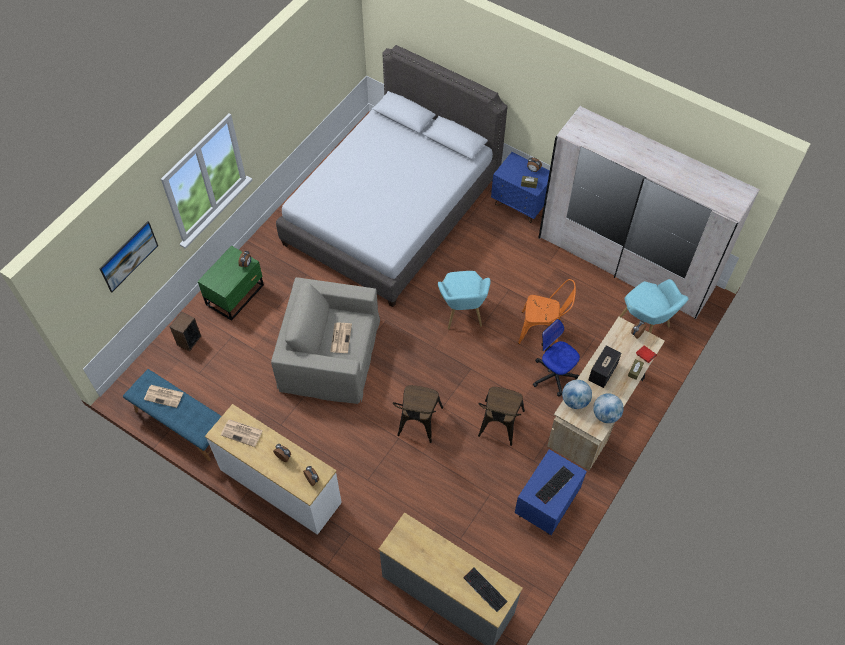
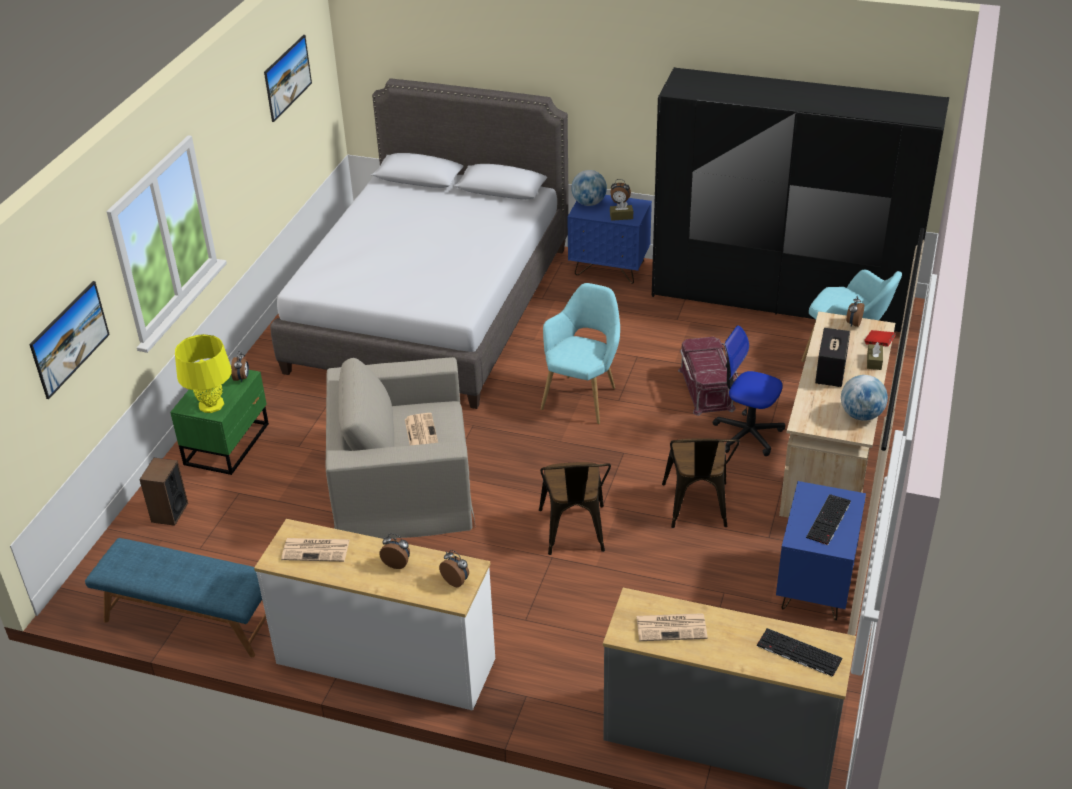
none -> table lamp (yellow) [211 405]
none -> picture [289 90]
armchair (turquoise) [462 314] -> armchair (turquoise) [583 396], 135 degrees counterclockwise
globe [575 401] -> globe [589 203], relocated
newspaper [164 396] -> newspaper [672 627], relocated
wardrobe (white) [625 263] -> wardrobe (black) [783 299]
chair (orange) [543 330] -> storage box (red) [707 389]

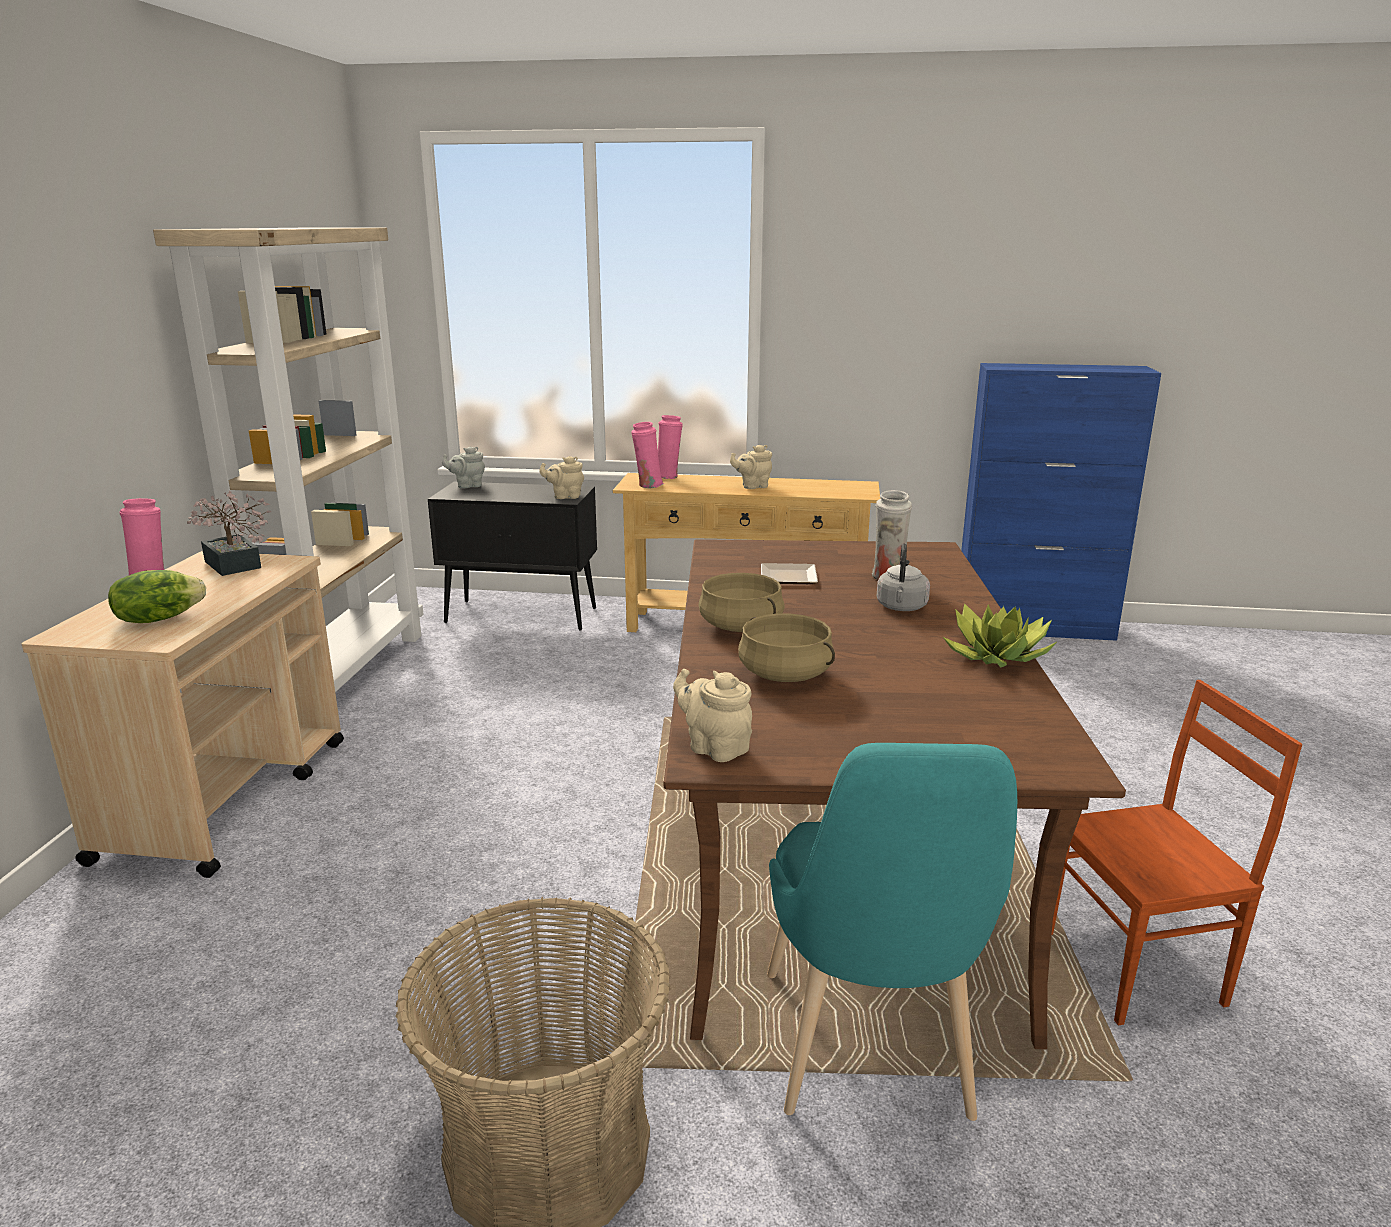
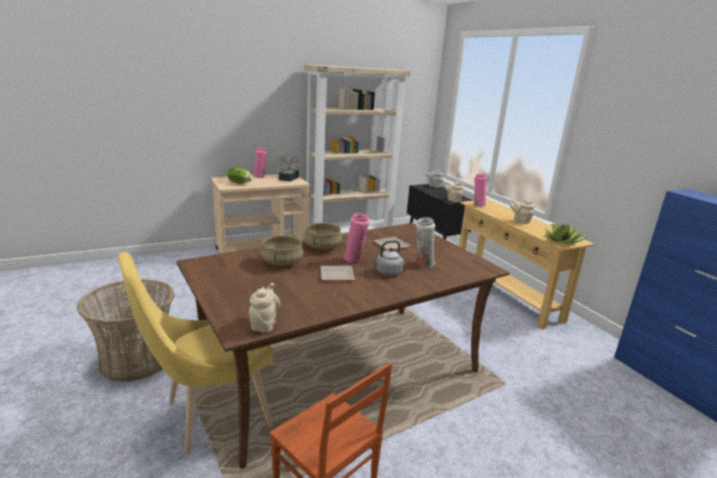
chair (turquoise) [869 1056] -> chair (yellow) [211 416]
teapot (beige) [714 748] -> teapot (beige) [264 324], relocated
none -> plate [338 275]
vase (pink) [668 477] -> vase (pink) [355 259], relocated
potted plant [996 655] -> potted plant [562 241], relocated

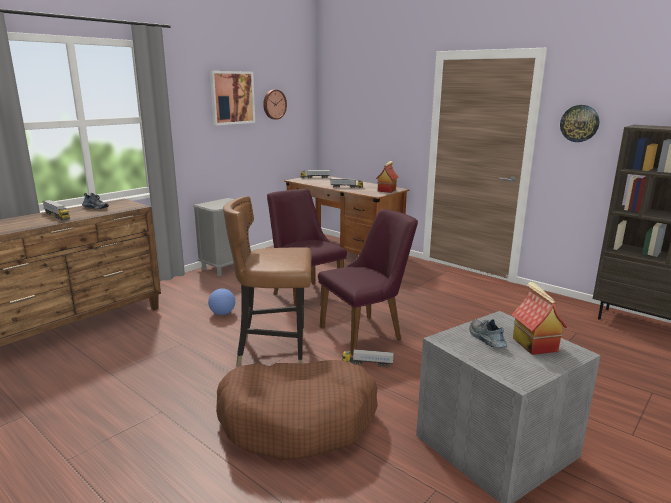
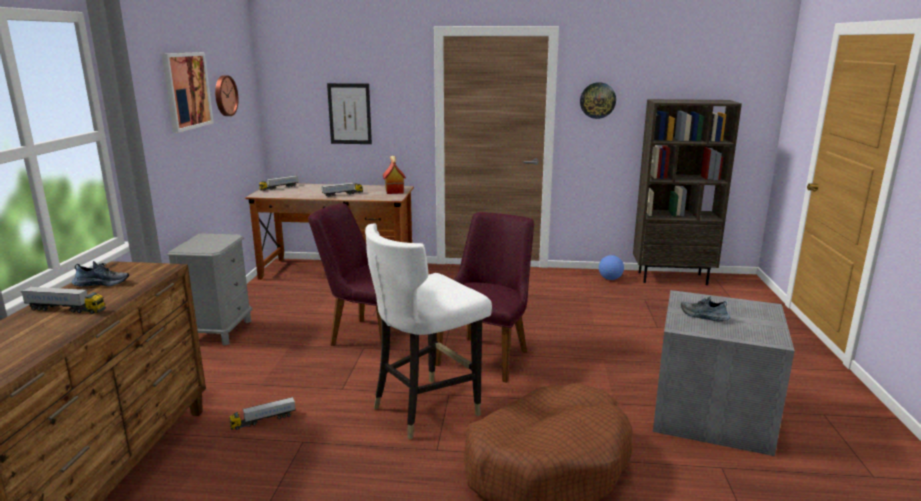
toy truck [367 363] -> toy truck [263 420], relocated
none -> picture [349 114]
chair (brown) [274 351] -> chair (white) [426 408]
football [222 313] -> football [610 279], relocated
toy house [533 344] -> none

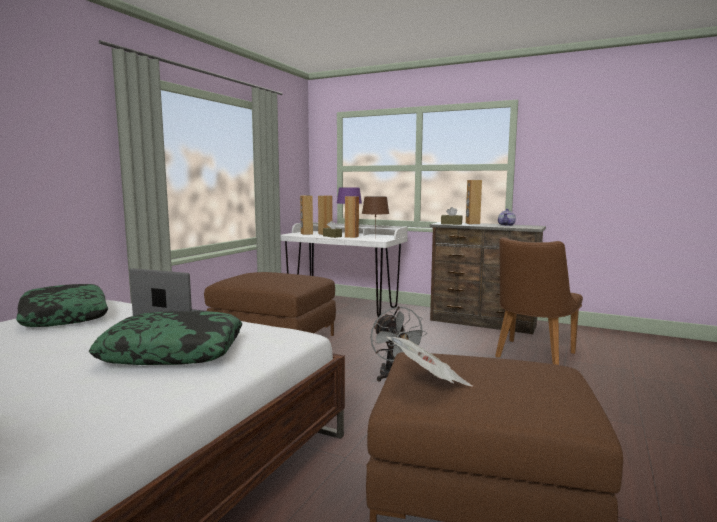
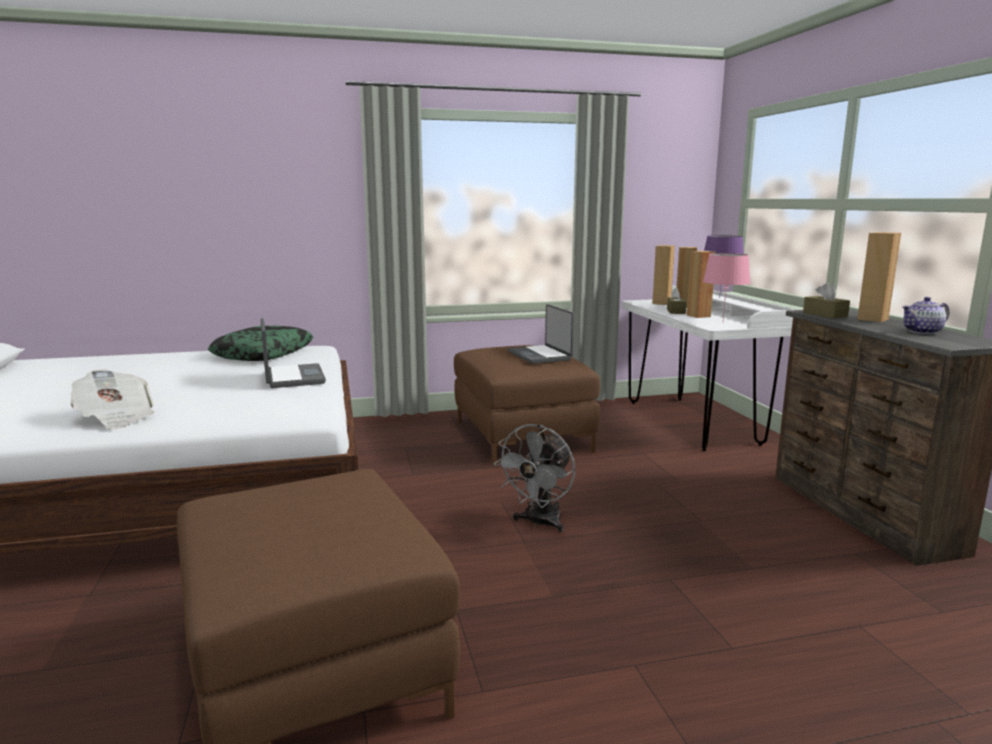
newspaper [429 382] -> newspaper [116 418], relocated
none -> laptop [540 355]
table lamp (brown) [375 238] -> table lamp (pink) [722 322]
pillow [174 351] -> none
chair (brown) [531 356] -> none

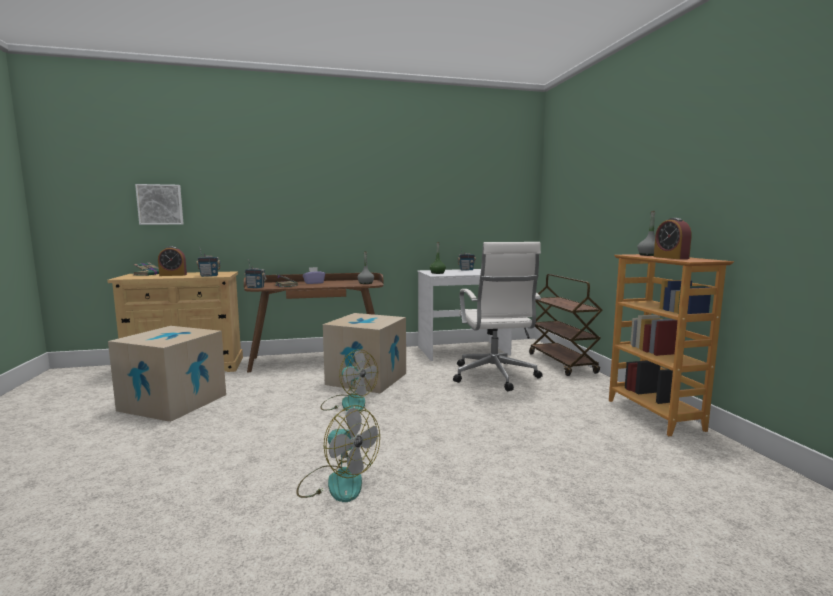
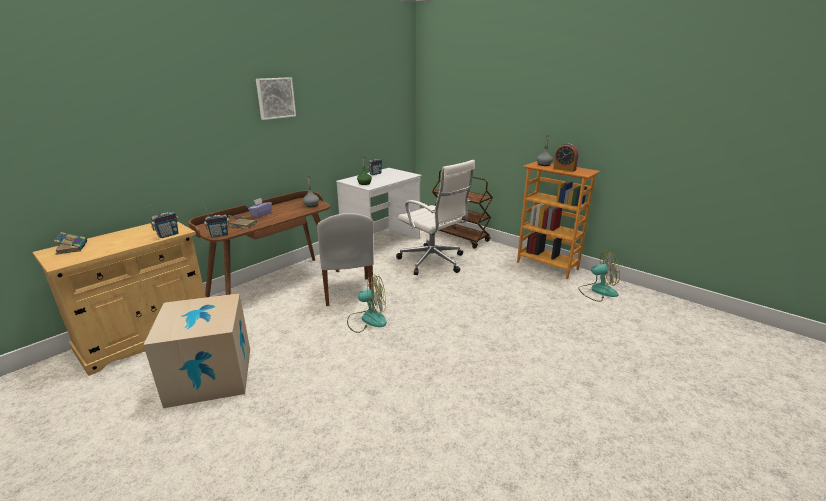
picture [160 204] -> picture [275 98], relocated
cardboard box [366 379] -> chair (white) [348 292]
fan [337 482] -> fan [597 291], relocated
alarm clock [173 275] -> none

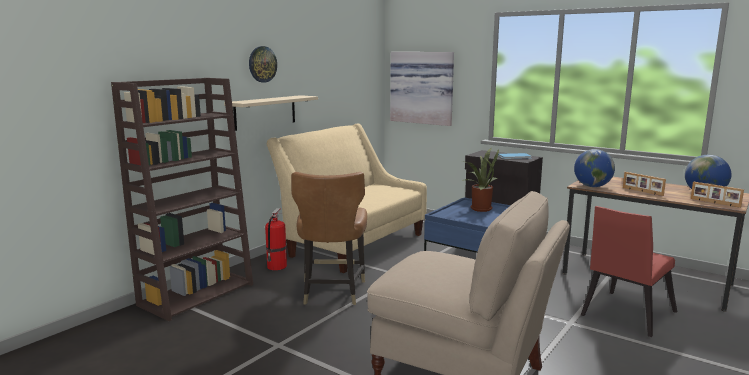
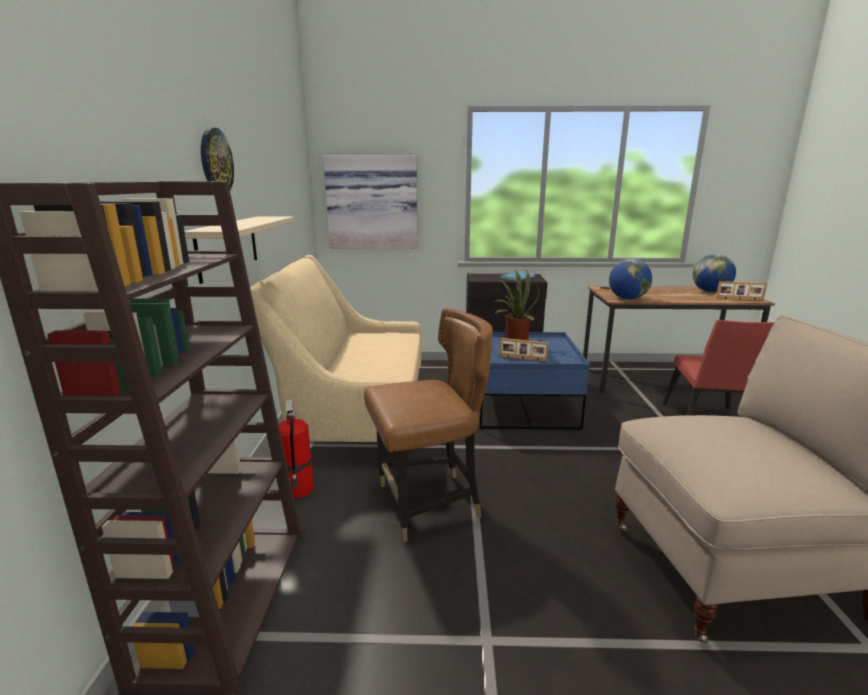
chair (brown) [332 292] -> chair (brown) [428 503], 75 degrees counterclockwise
picture frame [642 191] -> picture frame [522 358], relocated

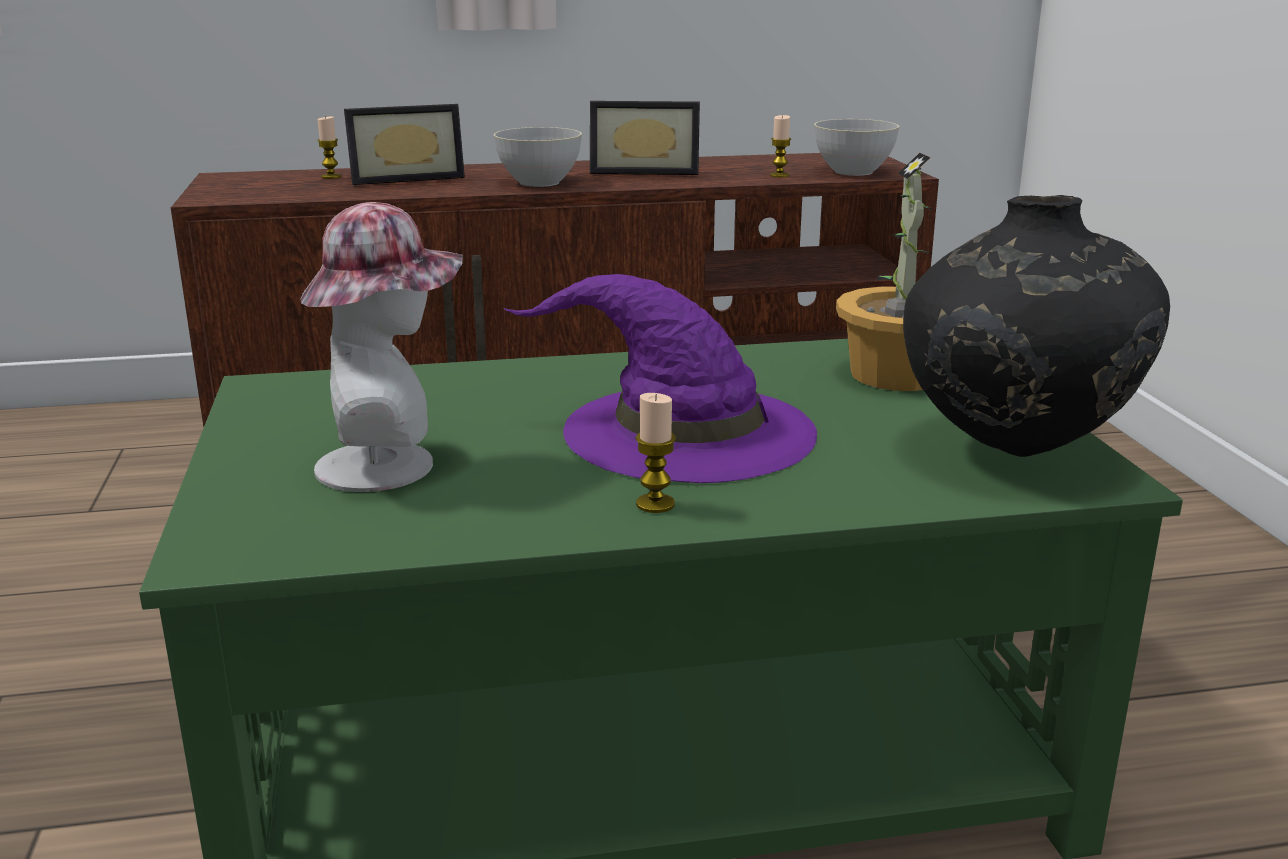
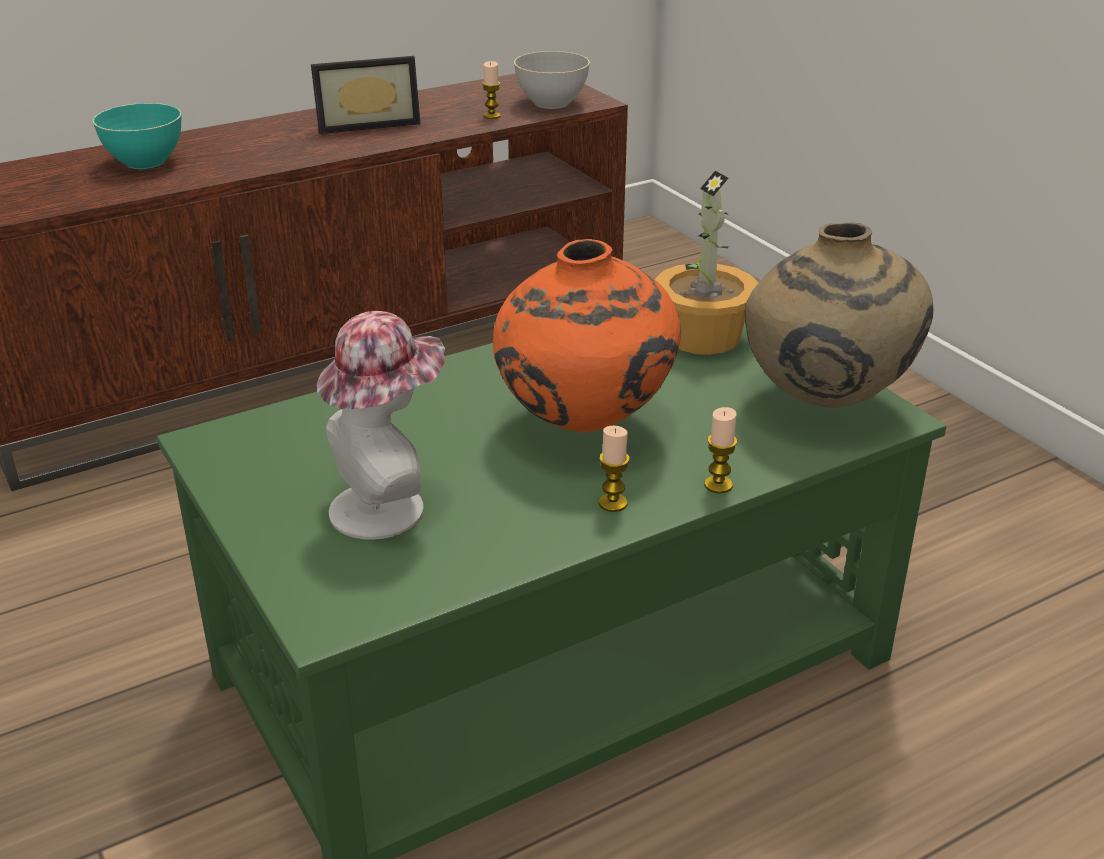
picture frame [406 178] -> bowl (turquoise) [145 162]
hat (purple) [684 431] -> vase (orange) [585 426]
candle [331 176] -> candle [718 485], relocated
vase (black) [1013 453] -> vase (beige) [823 404]
bowl (grey) [539 182] -> none

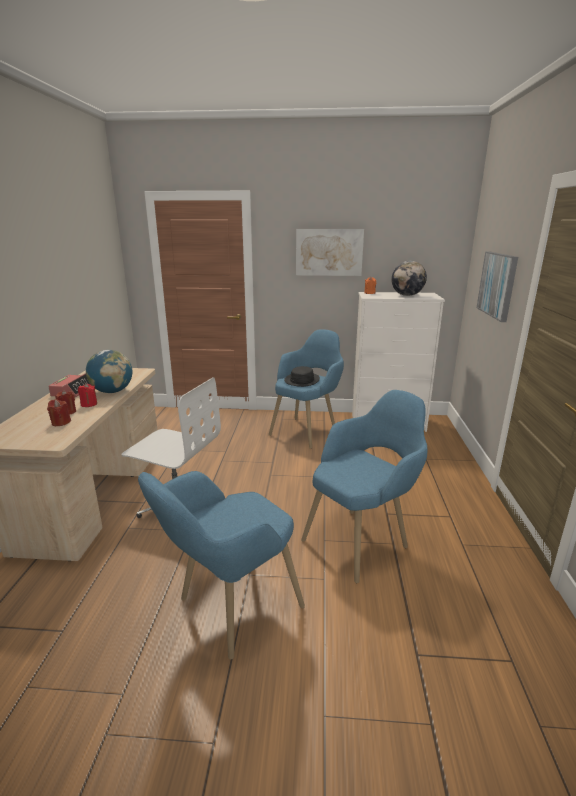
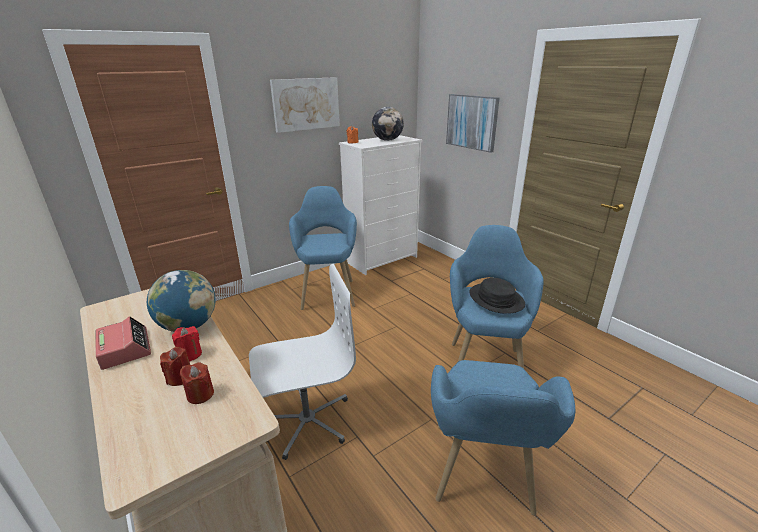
hat (black) [301 380] -> hat (black) [496 299], relocated

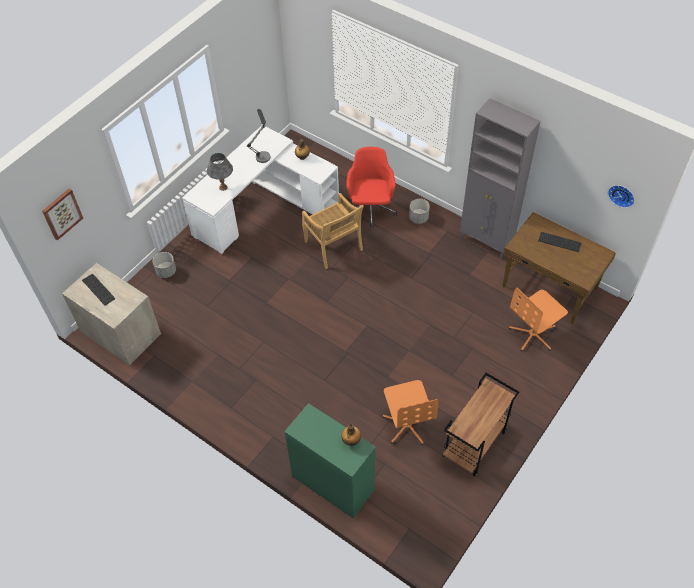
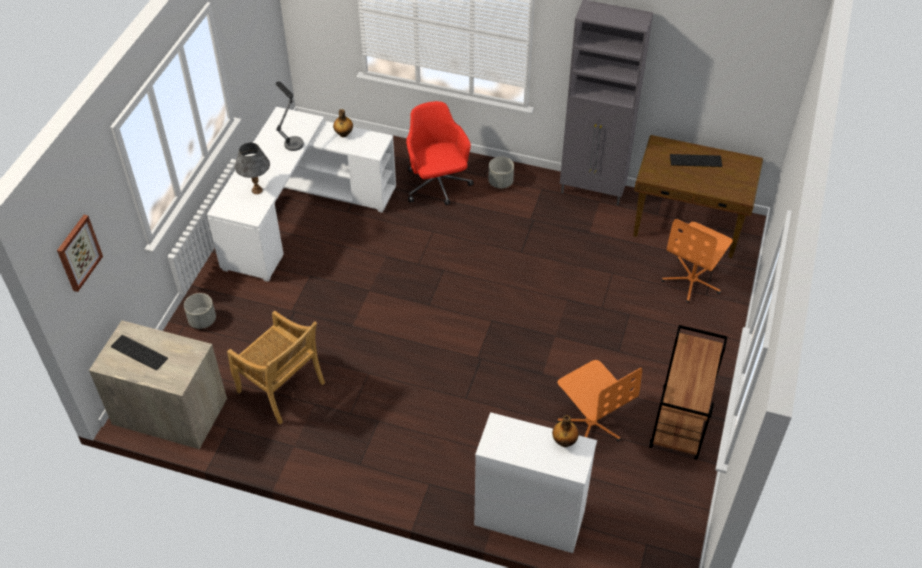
chair (beige) [334 246] -> chair (beige) [282 388], relocated
dresser (green) [333 483] -> dresser (white) [529 518]
wall clock [622 195] -> none

